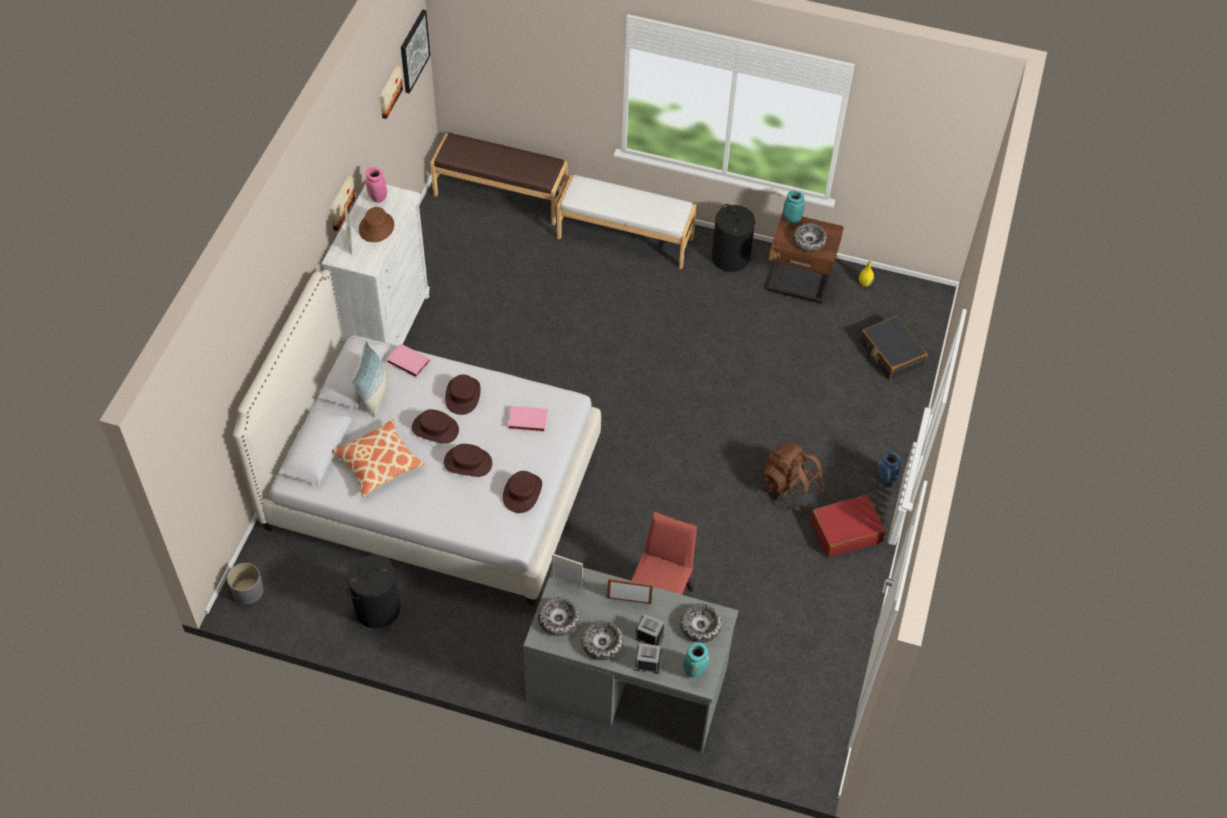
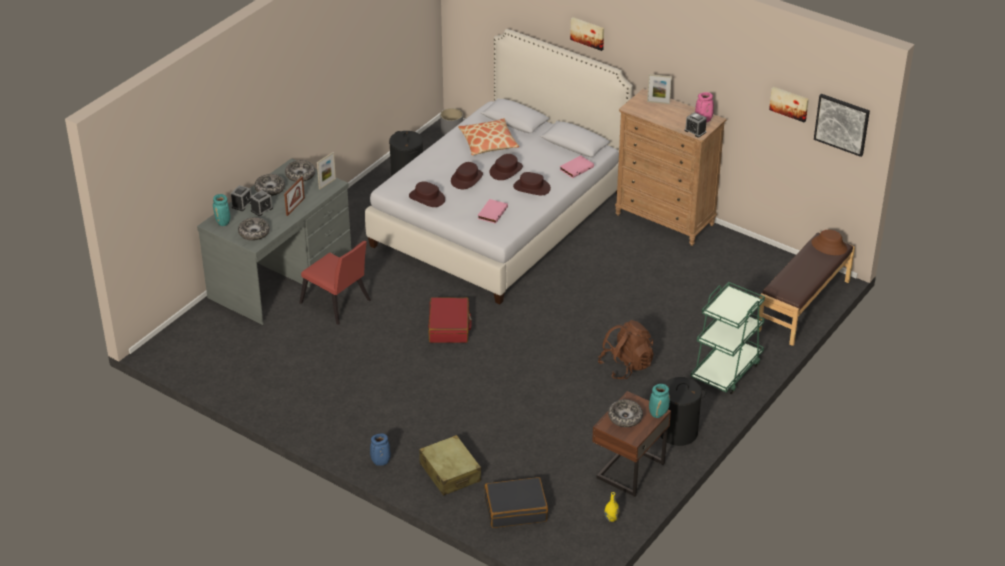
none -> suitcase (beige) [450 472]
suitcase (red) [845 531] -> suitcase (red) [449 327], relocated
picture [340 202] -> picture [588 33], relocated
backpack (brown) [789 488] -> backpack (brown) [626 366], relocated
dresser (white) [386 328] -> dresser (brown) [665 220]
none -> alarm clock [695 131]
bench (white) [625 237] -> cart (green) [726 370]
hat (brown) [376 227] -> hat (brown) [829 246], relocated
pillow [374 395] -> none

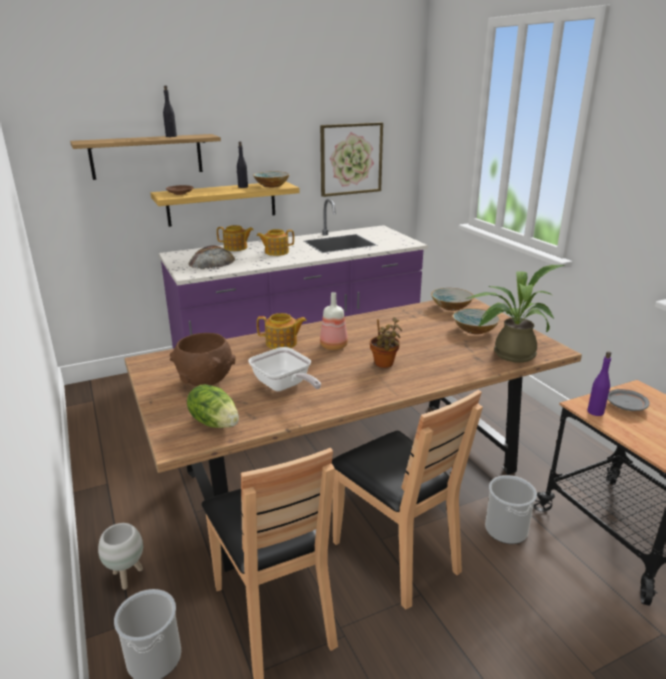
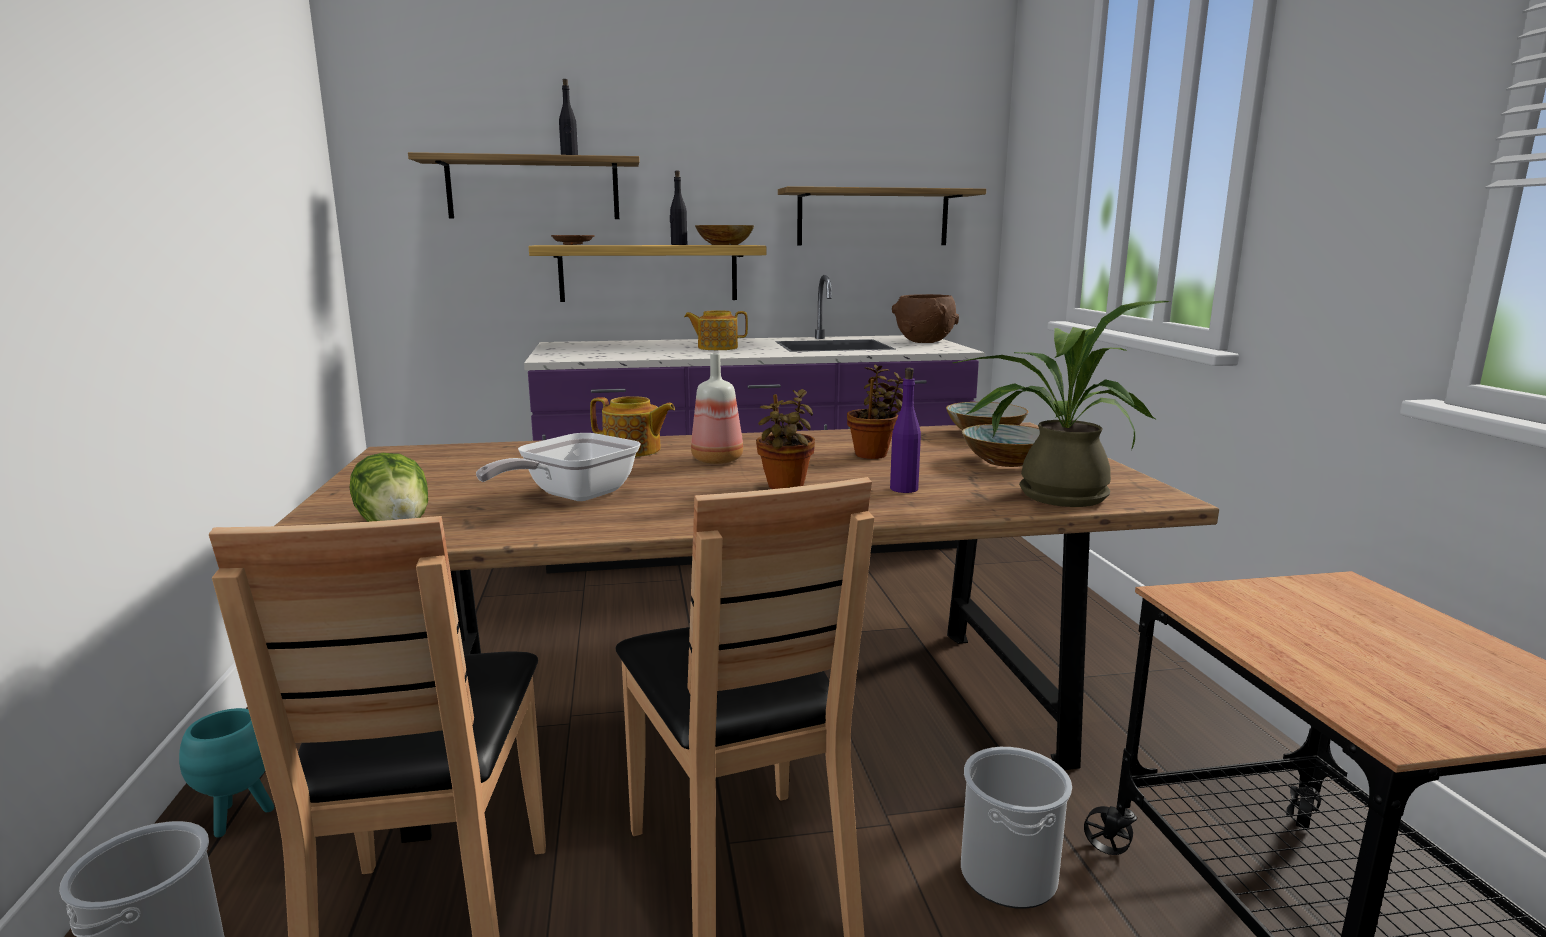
planter (white) [127 576] -> planter (turquoise) [239 817]
frying pan [284 386] -> frying pan [571 496], 60 degrees clockwise
picture [351 159] -> shelf [873 217]
none -> potted plant [874 454]
bottle (purple) [595 411] -> bottle (purple) [904 489], relocated
bowl (brown) [206 380] -> bowl (brown) [924 342], relocated
bread [211 261] -> none
teapot [236 248] -> none
plate (grey) [626 406] -> none

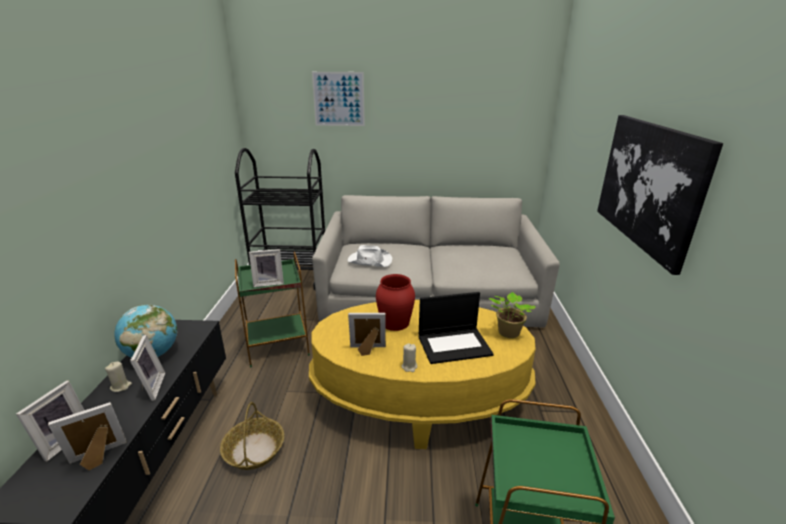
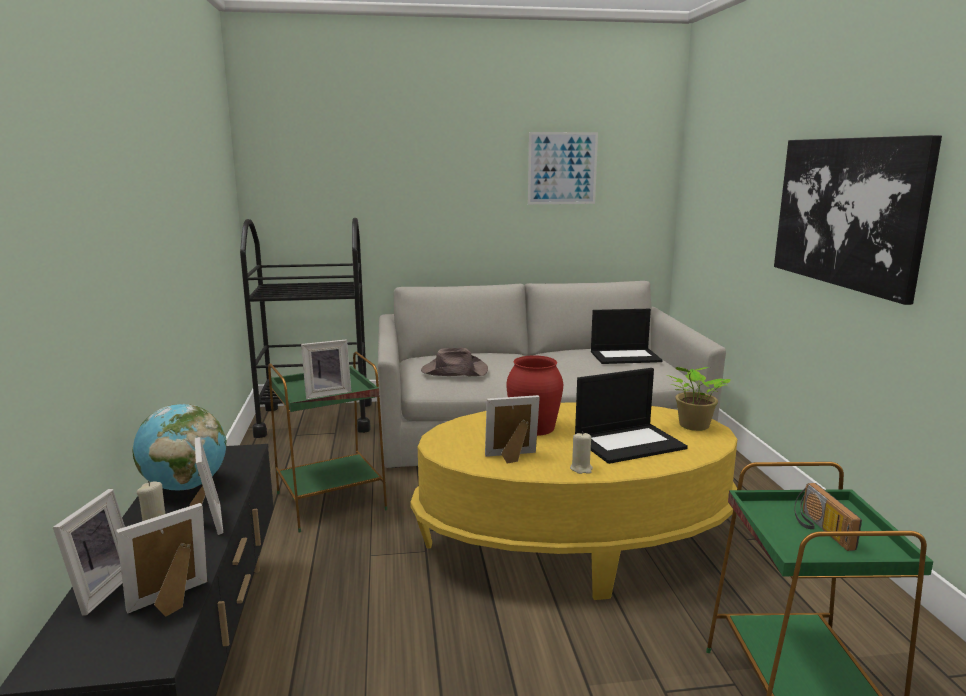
hat (white) [369 260] -> hat (brown) [453 371]
picture [339 99] -> picture [562 168], relocated
none -> laptop [625 356]
none -> radio [819 529]
basket [254 450] -> none

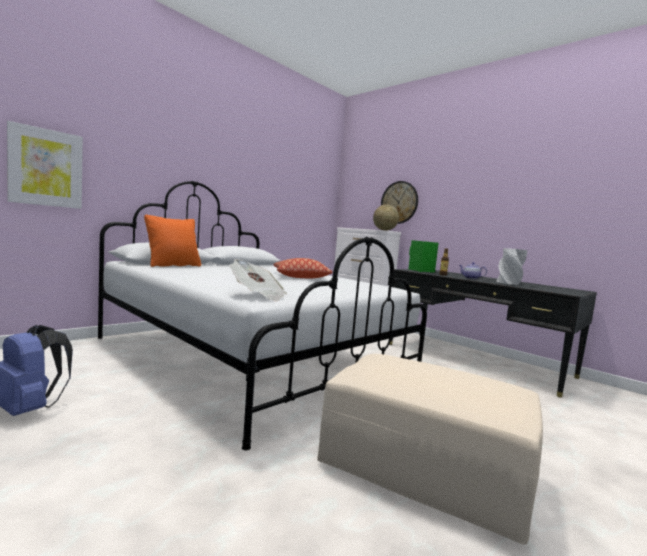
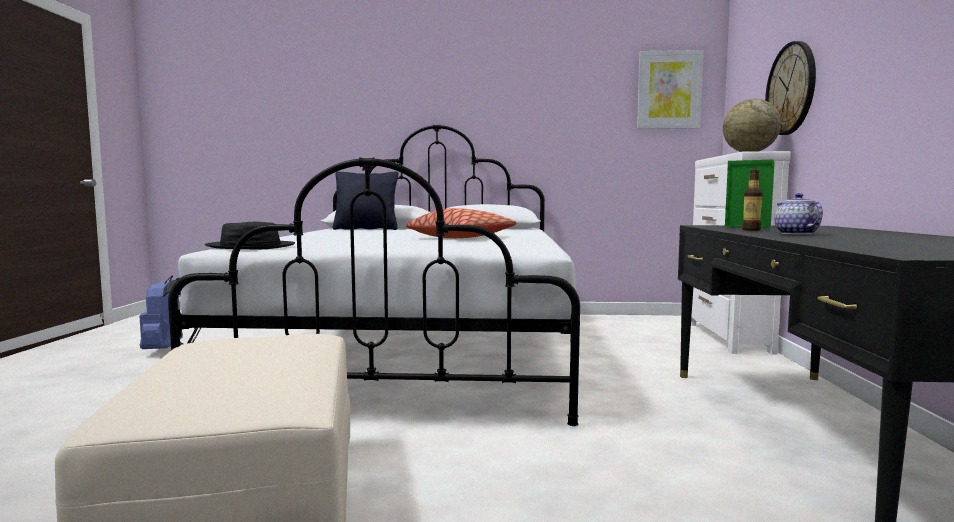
newspaper [258 296] -> hat (black) [250 247]
pillow (orange) [173 265] -> pillow (black) [366 229]
picture [46 167] -> picture [669 90], relocated
vase (grey) [509 283] -> none

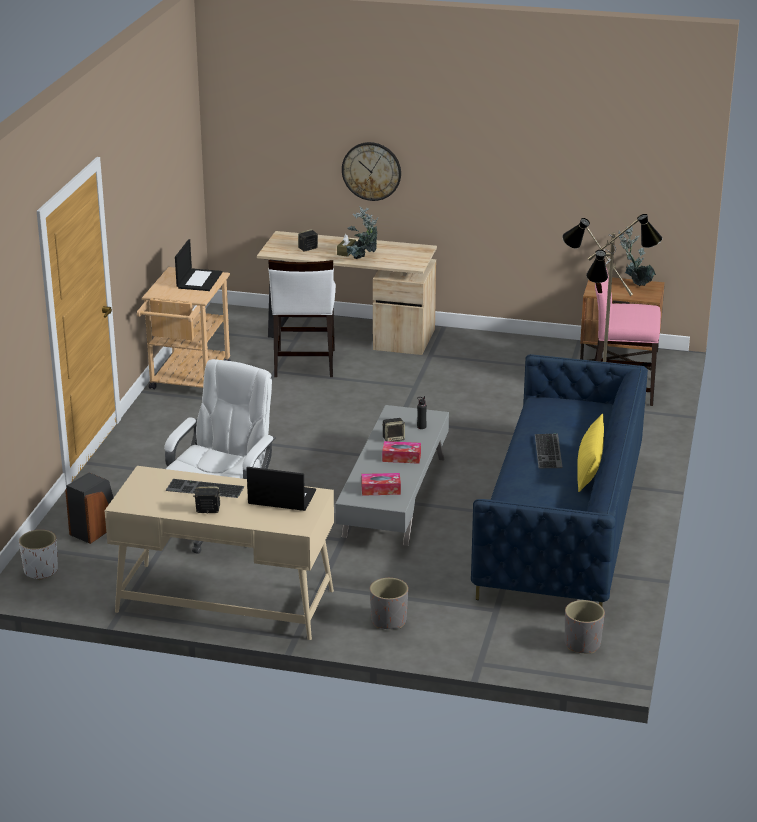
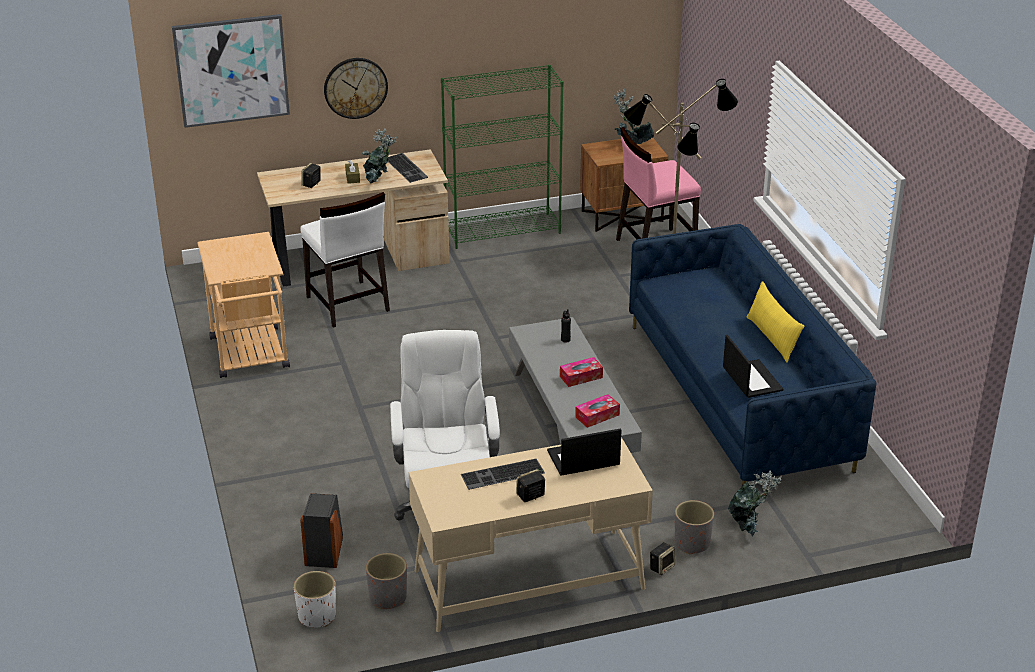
none -> picture [231 70]
planter (grey) [582 644] -> planter (grey) [388 598], relocated
keyboard [549 451] -> keyboard [407 168], relocated
none -> bookcase (green) [503 230]
speaker [393 438] -> speaker [662 567], relocated
laptop [199 280] -> laptop [751 379], relocated
none -> potted plant [749 527]

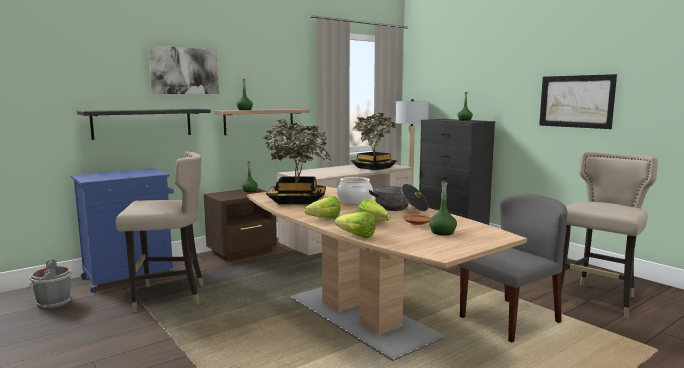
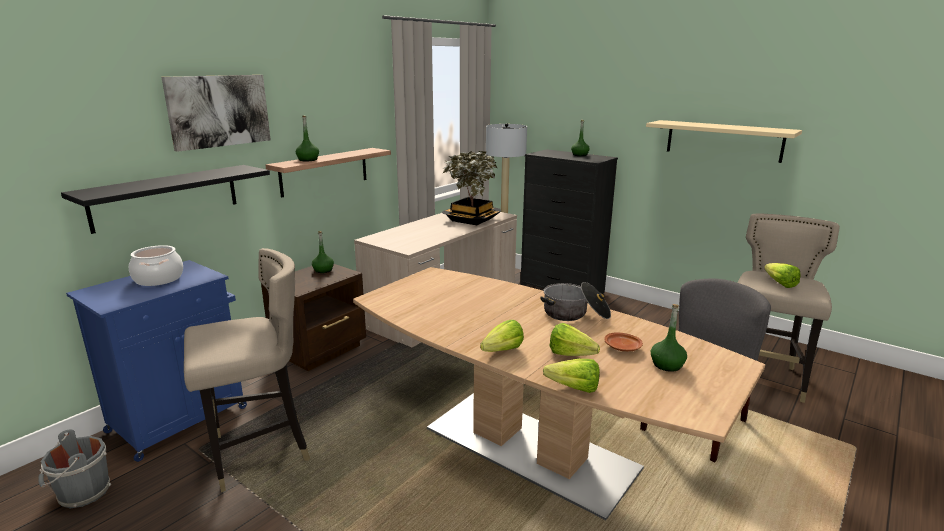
cooking pot [354 201] -> cooking pot [158 279], relocated
picture [576 101] -> shelf (beige) [723 140]
none -> lettuce [778 283]
potted plant [296 200] -> none

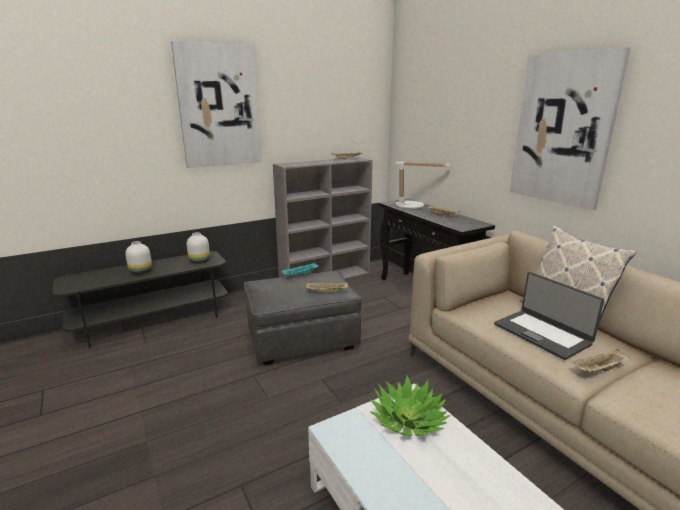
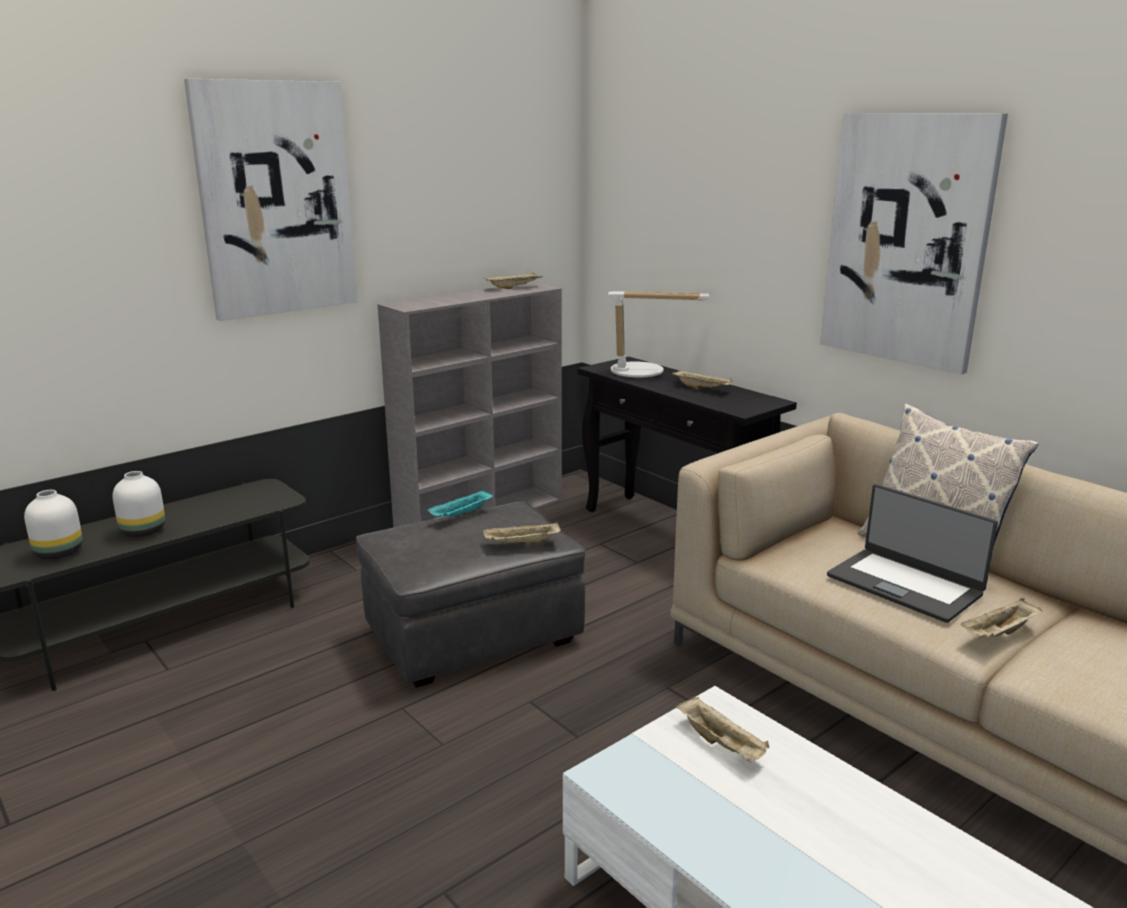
vase (white) [199 261] -> vase (white) [59 553], relocated
potted plant [408 420] -> tray (beige) [722 744]

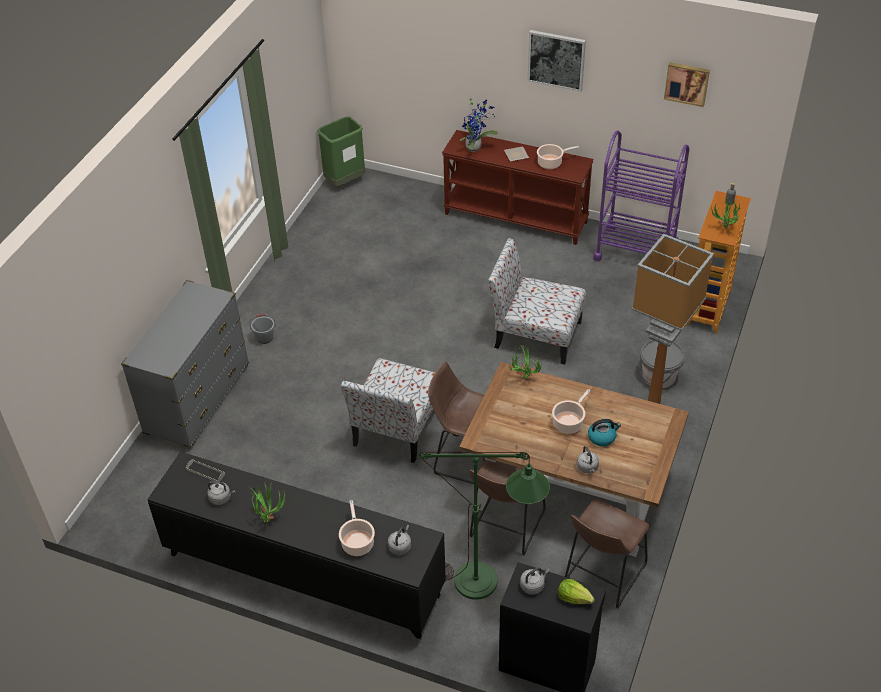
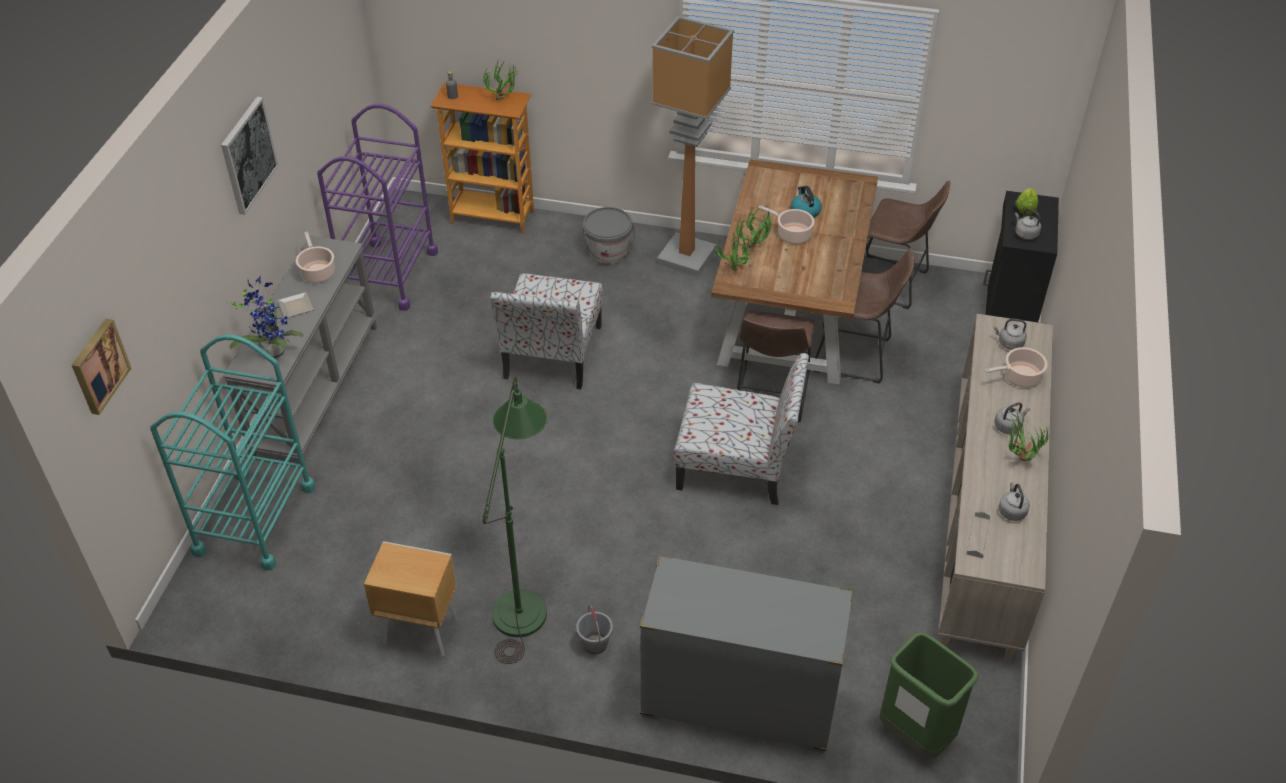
picture [687 83] -> picture [98 366], relocated
none -> cart (turquoise) [255 519]
console table (brown) [516 217] -> console table (grey) [315 389]
none -> nightstand (brown) [419 630]
floor lamp (green) [488 584] -> floor lamp (green) [523 601], relocated
none -> potted plant [756 247]
trash can (green) [345 181] -> trash can (green) [915 734], relocated
cabinet (black) [304 575] -> cabinet (beige) [985 519]
kettle (grey) [587 468] -> kettle (grey) [1008 426], relocated

